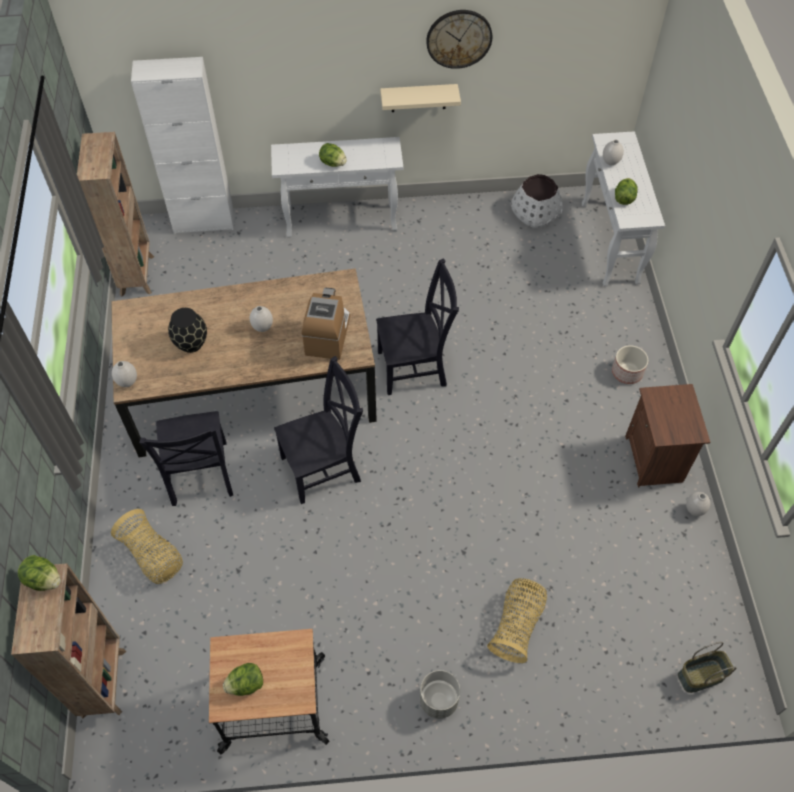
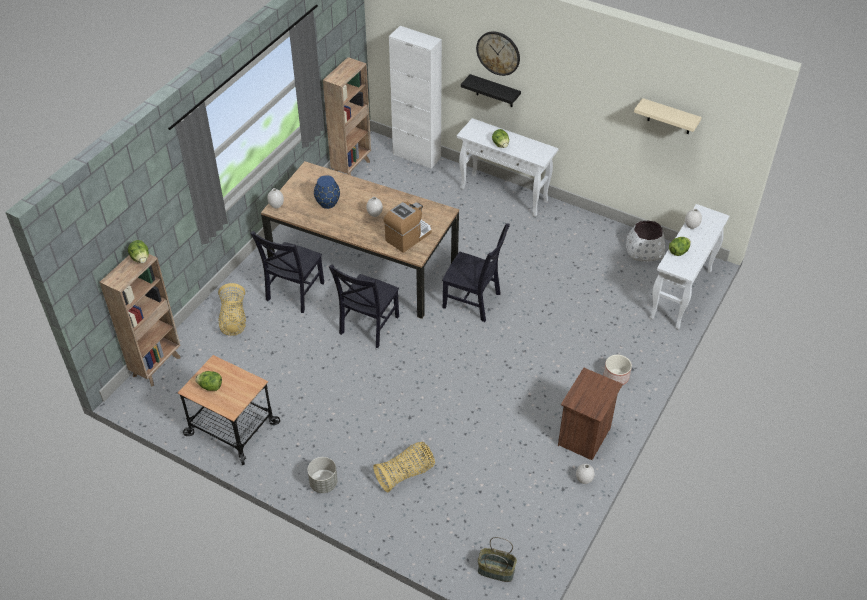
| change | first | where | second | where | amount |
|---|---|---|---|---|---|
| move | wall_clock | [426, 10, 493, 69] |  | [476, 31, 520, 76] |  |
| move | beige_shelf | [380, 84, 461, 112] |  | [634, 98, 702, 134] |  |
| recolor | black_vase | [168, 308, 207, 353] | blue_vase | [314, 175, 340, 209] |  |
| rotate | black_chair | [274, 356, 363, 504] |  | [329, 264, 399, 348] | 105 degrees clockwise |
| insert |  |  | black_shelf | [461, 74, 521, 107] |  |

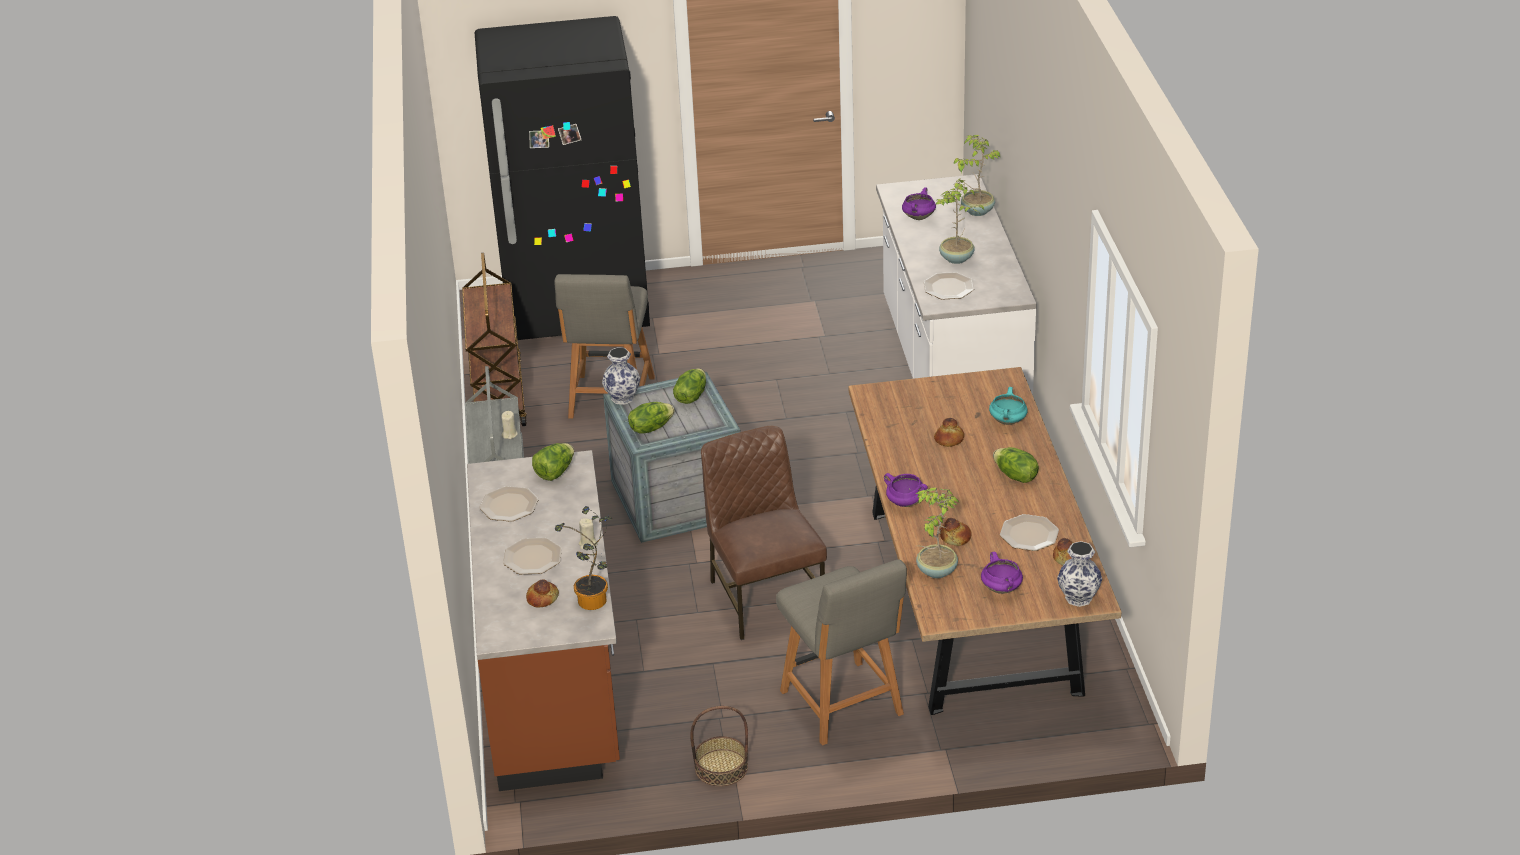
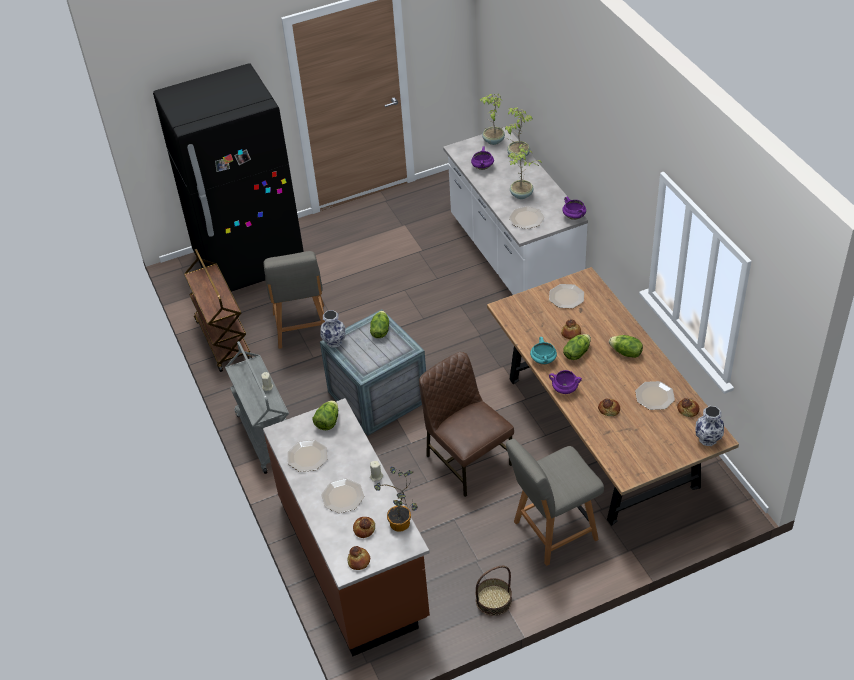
| change | first | where | second | where | amount |
|---|---|---|---|---|---|
| move | turquoise_cooking_pot | [989, 387, 1028, 425] |  | [530, 337, 557, 365] |  |
| move | lettuce | [628, 402, 675, 433] |  | [563, 334, 591, 360] |  |
| move | potted_plant | [916, 487, 959, 578] |  | [480, 94, 505, 145] |  |
| move | purple_cooking_pot | [981, 552, 1023, 594] |  | [562, 197, 586, 220] |  |
| rotate | grey_chair | [776, 559, 907, 745] |  | [506, 439, 604, 566] | 105 degrees clockwise |
| insert |  |  | plate | [549, 284, 584, 308] |  |
| insert |  |  | bread | [348, 546, 370, 570] |  |

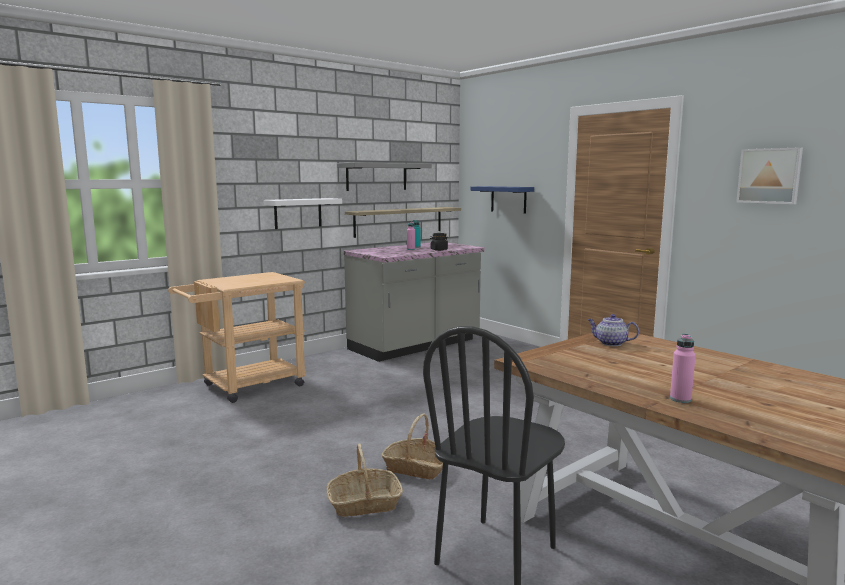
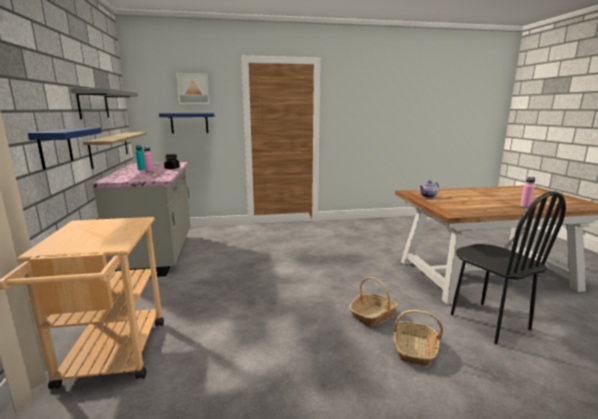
| change | first | where | second | where | amount |
|---|---|---|---|---|---|
| move | picture | [736, 147, 803, 204] |  | [177, 73, 210, 104] |  |
| recolor | white_shelf | [263, 198, 342, 229] | blue_shelf | [28, 128, 102, 170] |  |

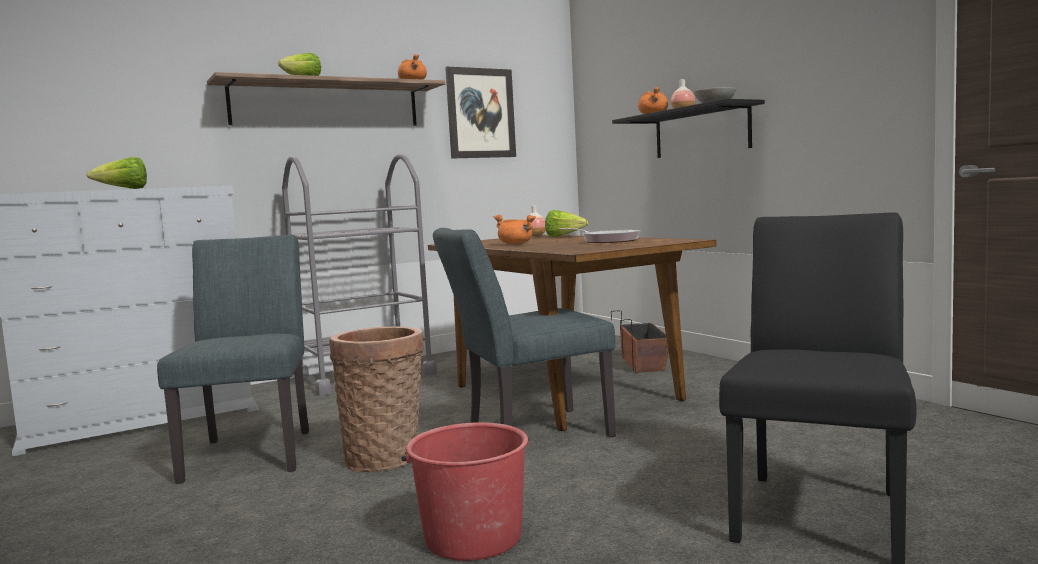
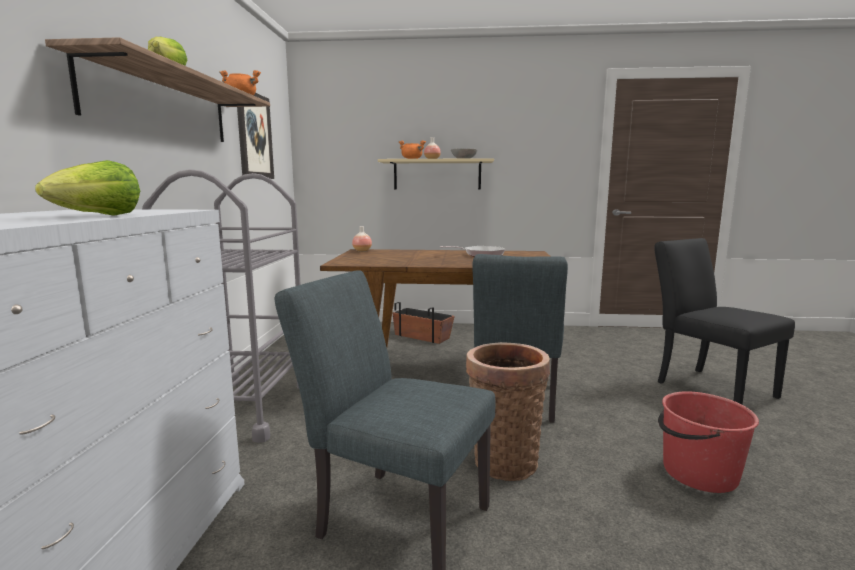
| change | first | where | second | where | amount |
|---|---|---|---|---|---|
| recolor | black_shelf | [612, 99, 765, 158] | beige_shelf | [378, 158, 494, 190] |  |
| delete | lettuce | [545, 210, 588, 237] |  |  |  |
| delete | orange_cooking_pot | [494, 214, 536, 244] |  |  |  |

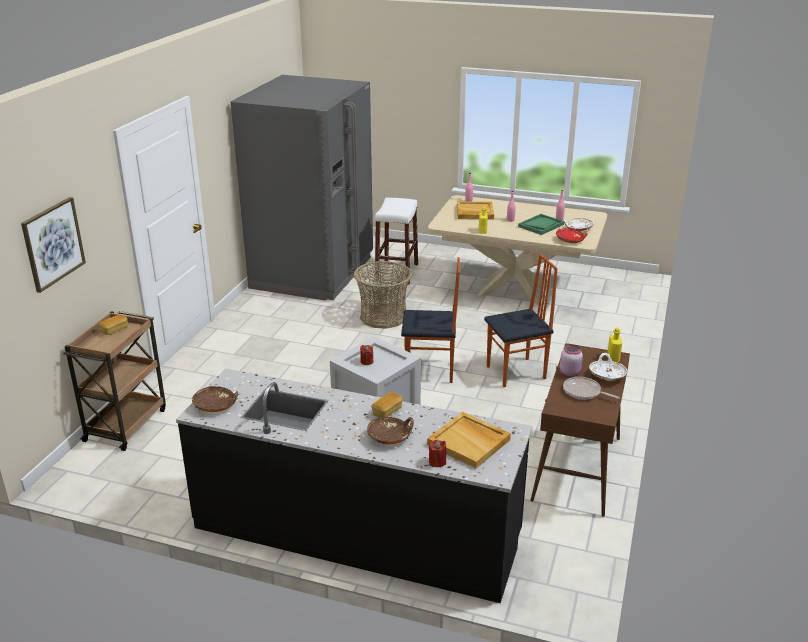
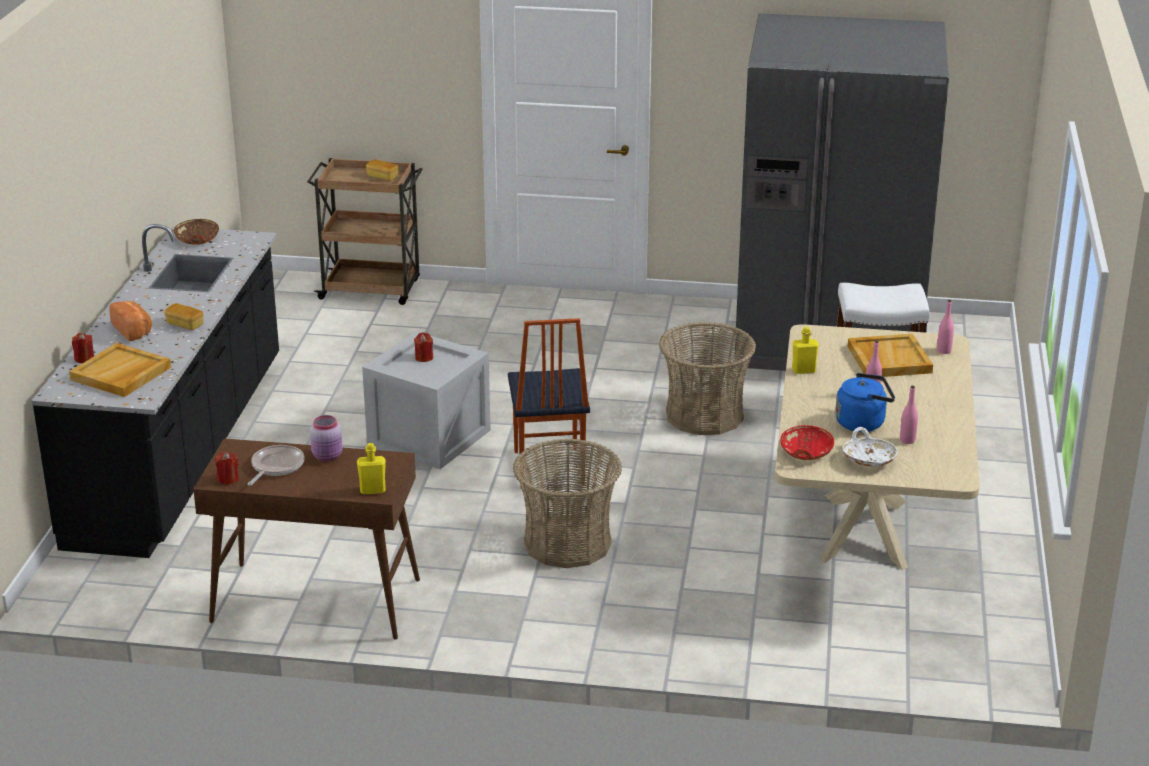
| change | first | where | second | where | amount |
|---|---|---|---|---|---|
| delete | picture | [21, 197, 86, 293] |  |  |  |
| replace | green_tray | [518, 214, 564, 235] | blue_kettle | [835, 373, 895, 432] |  |
| replace | chair | [484, 254, 558, 387] | basket | [513, 439, 622, 568] |  |
| delete | white_bowl | [589, 353, 627, 381] |  |  |  |
| replace | brown_bowl | [367, 417, 414, 444] | bread | [109, 301, 152, 341] |  |
| insert |  |  | red_candle | [215, 451, 239, 485] |  |

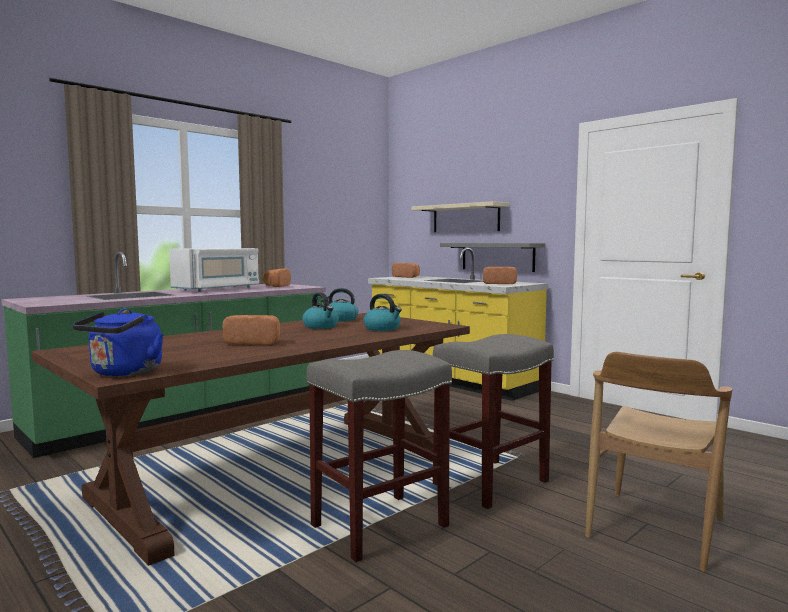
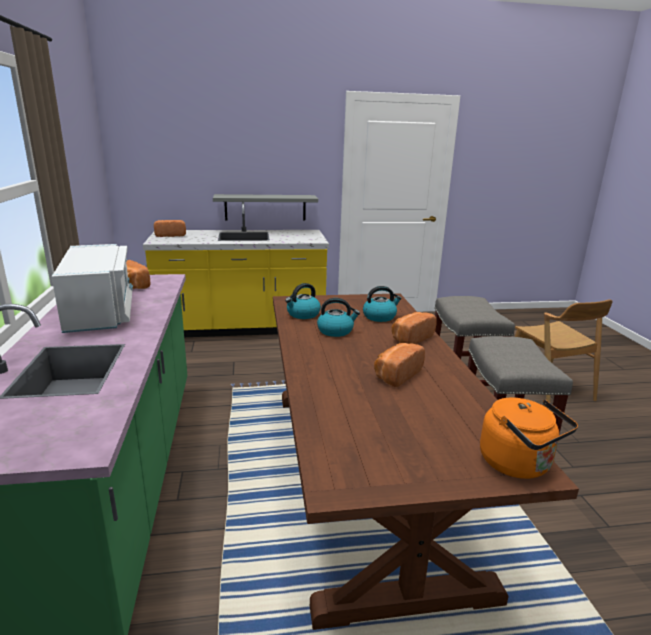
| change | first | where | second | where | amount |
|---|---|---|---|---|---|
| delete | beige_shelf | [411, 201, 509, 232] |  |  |  |
| move | bread | [483, 267, 517, 284] |  | [392, 312, 437, 344] |  |
| recolor | blue_kettle | [73, 309, 164, 377] | orange_kettle | [480, 397, 578, 479] |  |

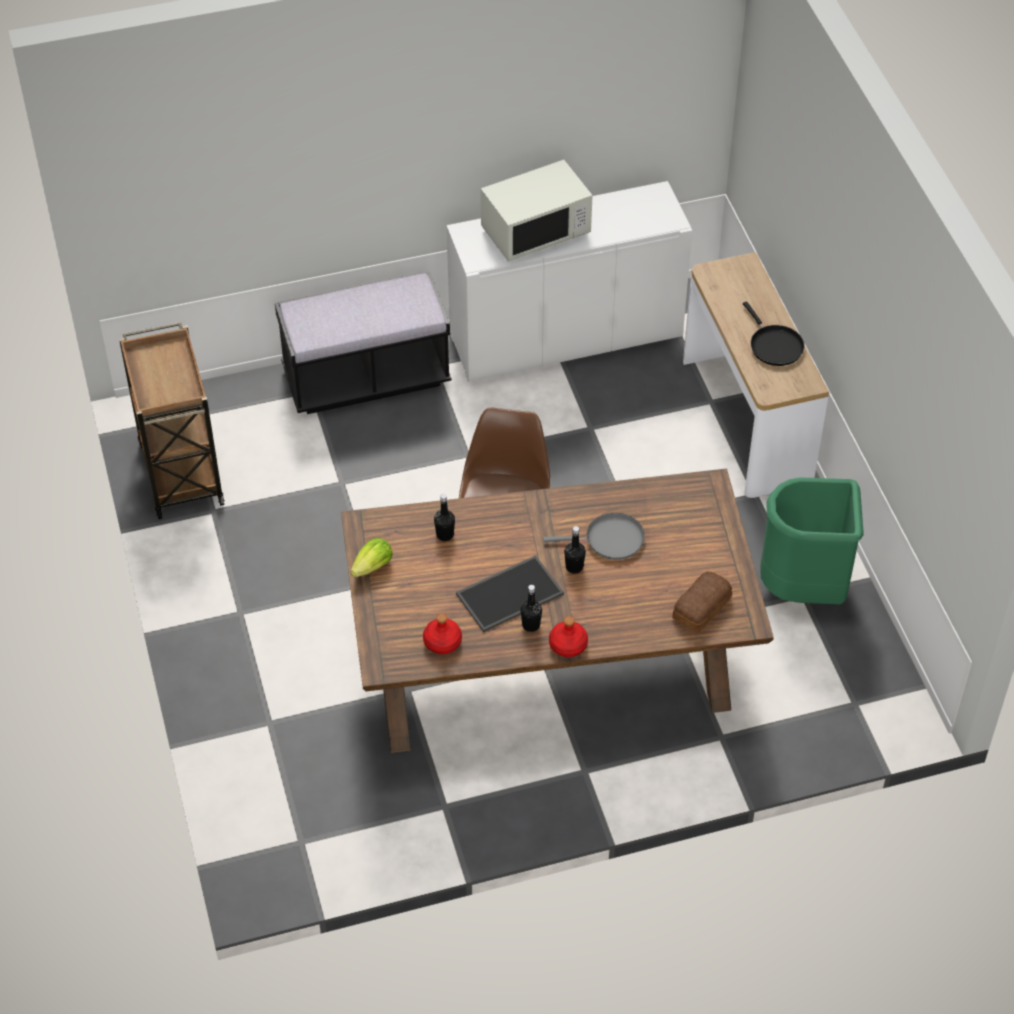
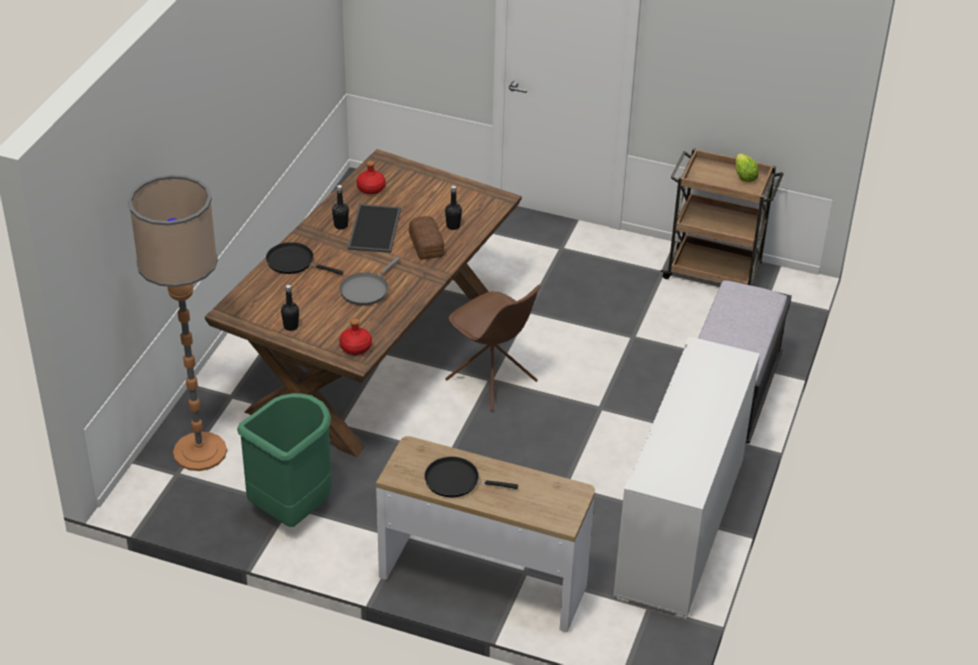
| change | first | where | second | where | amount |
|---|---|---|---|---|---|
| delete | white_microwave | [481, 160, 593, 262] |  |  |  |
| move | black_bottle | [564, 526, 586, 574] |  | [281, 285, 299, 331] |  |
| move | lettuce | [351, 538, 393, 577] |  | [736, 153, 759, 182] |  |
| move | bread | [672, 572, 732, 633] |  | [409, 216, 445, 260] |  |
| move | red_bottle | [549, 616, 588, 657] |  | [339, 318, 372, 355] |  |
| insert |  |  | floor_lamp | [128, 174, 227, 471] |  |
| insert |  |  | black_frying_pan | [266, 242, 344, 275] |  |

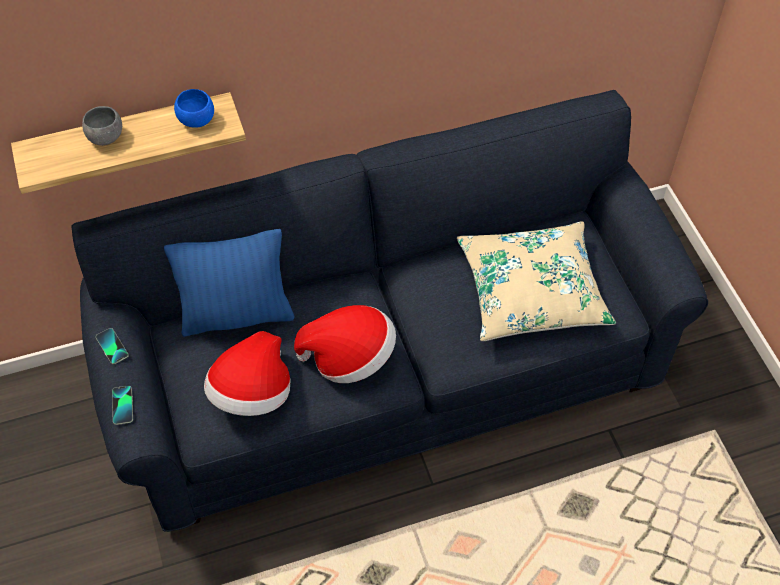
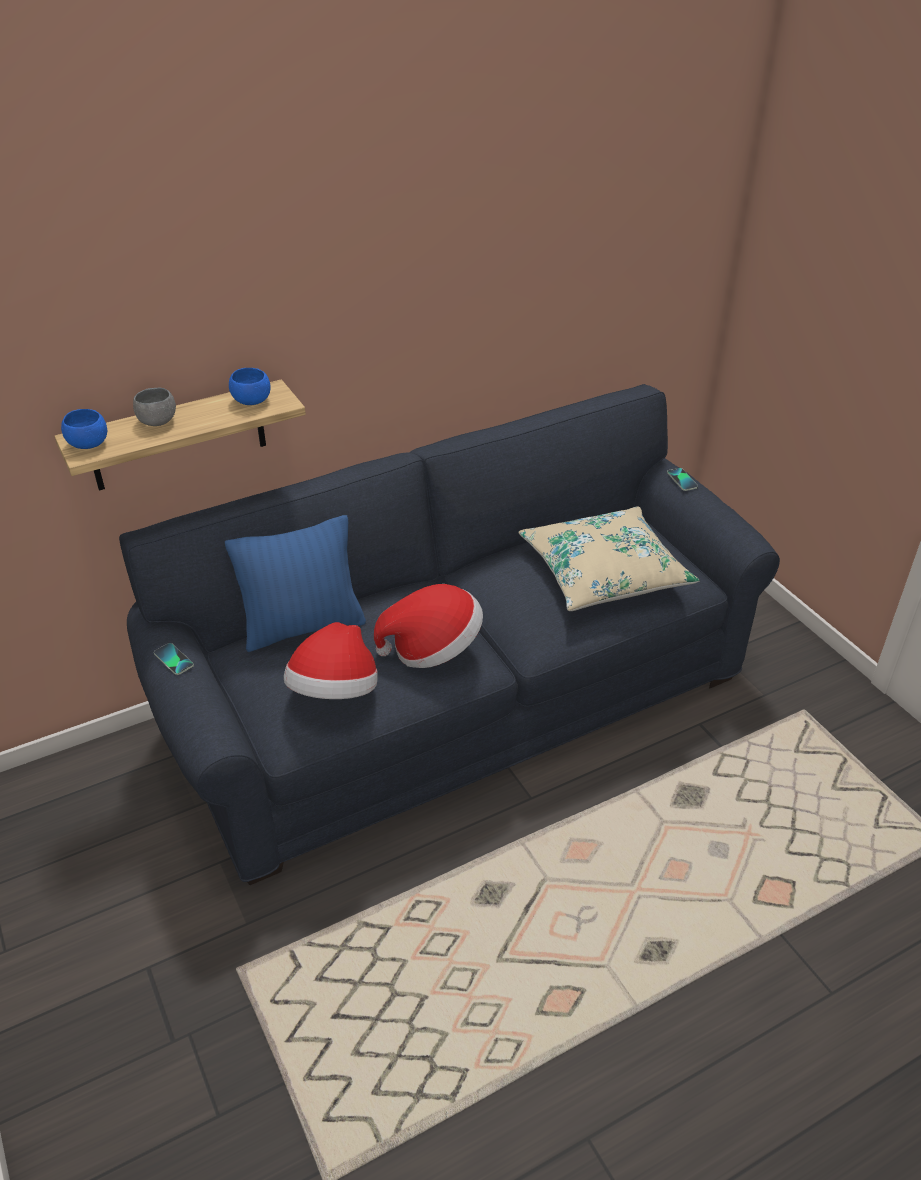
| change | first | where | second | where | amount |
|---|---|---|---|---|---|
| move | phone | [112, 386, 133, 425] |  | [667, 468, 698, 491] |  |
| insert |  |  | blue_bowl | [61, 409, 107, 449] |  |

